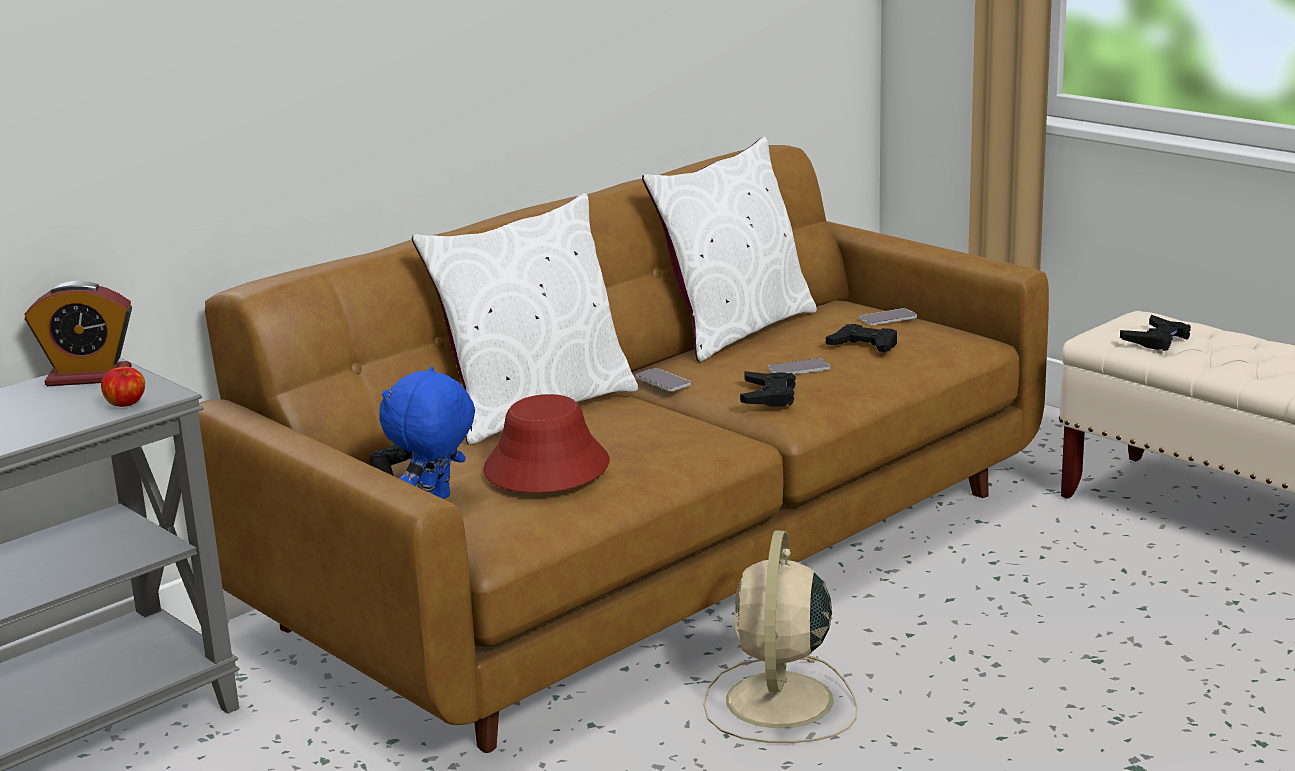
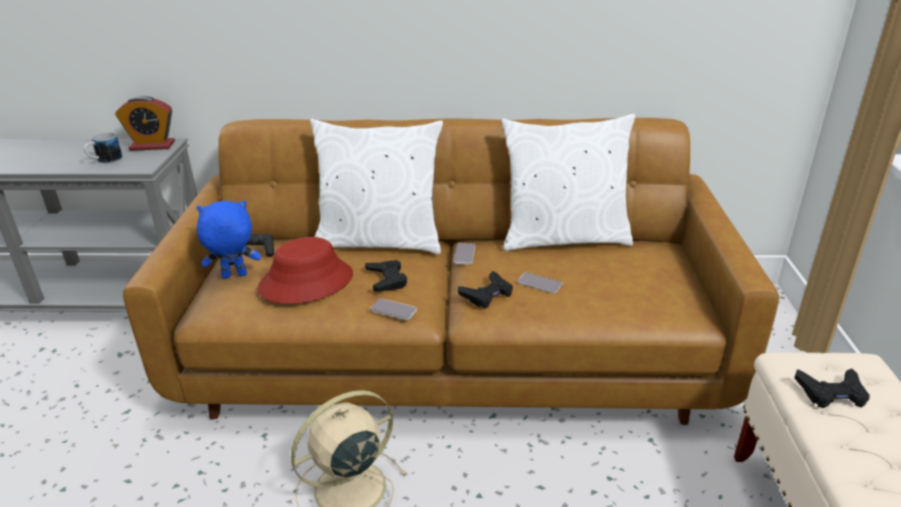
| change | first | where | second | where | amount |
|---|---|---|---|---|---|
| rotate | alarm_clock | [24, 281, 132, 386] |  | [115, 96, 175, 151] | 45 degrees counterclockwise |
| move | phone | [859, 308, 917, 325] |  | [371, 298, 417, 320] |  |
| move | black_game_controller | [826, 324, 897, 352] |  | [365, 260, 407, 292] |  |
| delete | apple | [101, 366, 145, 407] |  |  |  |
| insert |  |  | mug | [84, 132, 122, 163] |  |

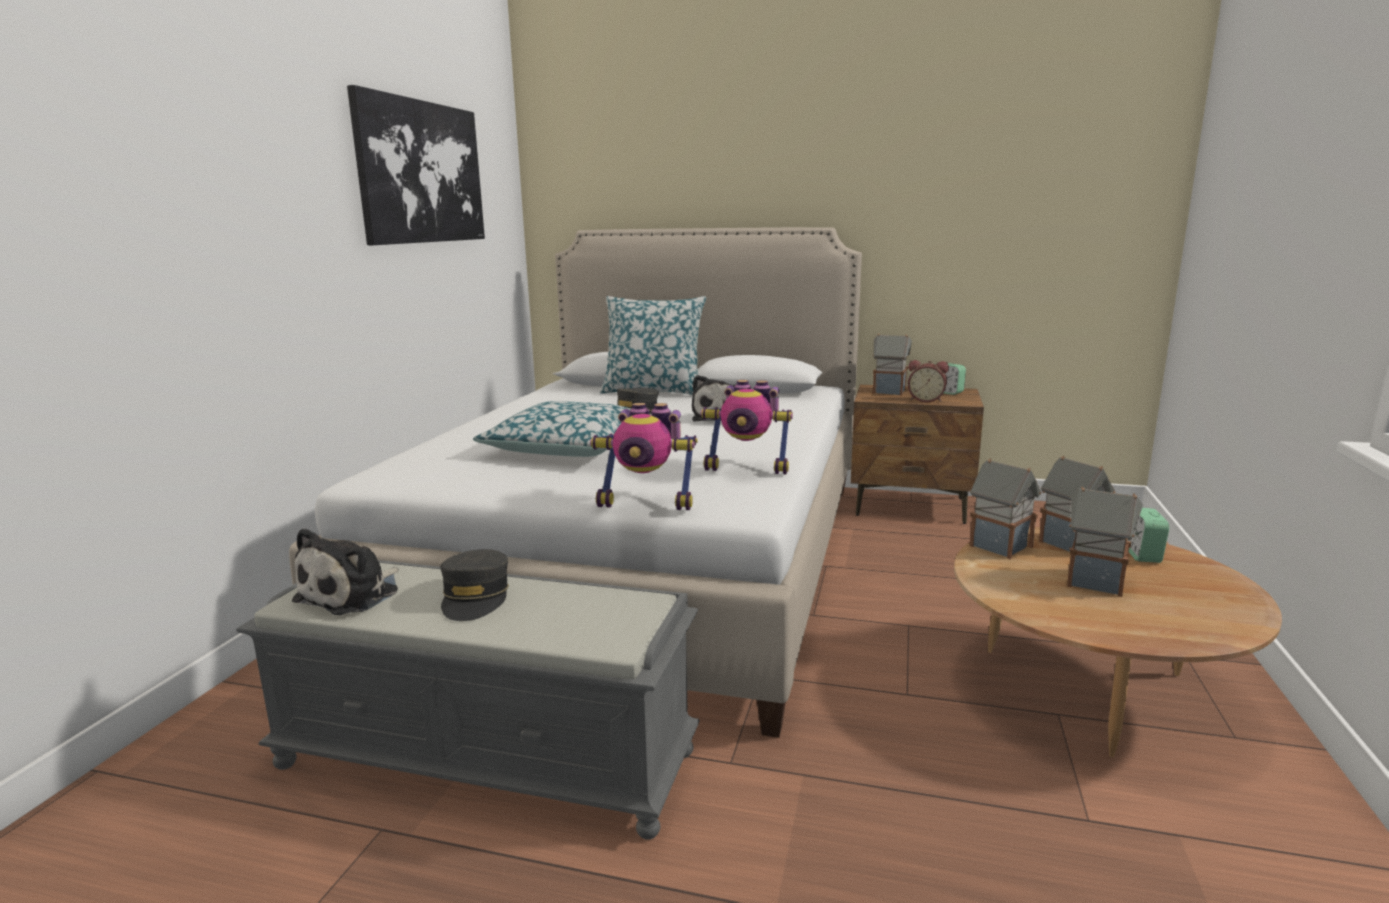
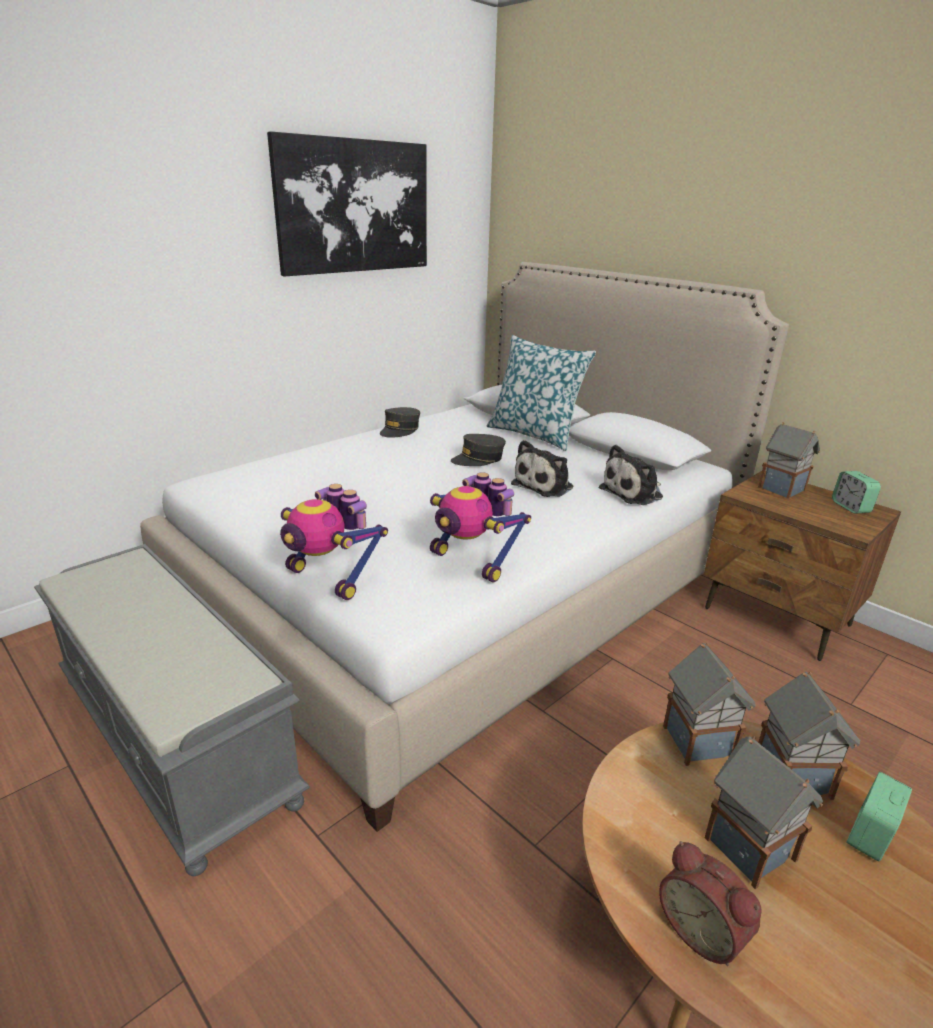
| change | first | where | second | where | amount |
|---|---|---|---|---|---|
| move | alarm_clock | [908, 360, 949, 402] |  | [659, 841, 762, 966] |  |
| delete | pillow | [473, 401, 652, 457] |  |  |  |
| move | plush_toy | [292, 528, 399, 615] |  | [599, 445, 663, 505] |  |
| move | grey_cap | [440, 549, 509, 621] |  | [380, 407, 420, 438] |  |

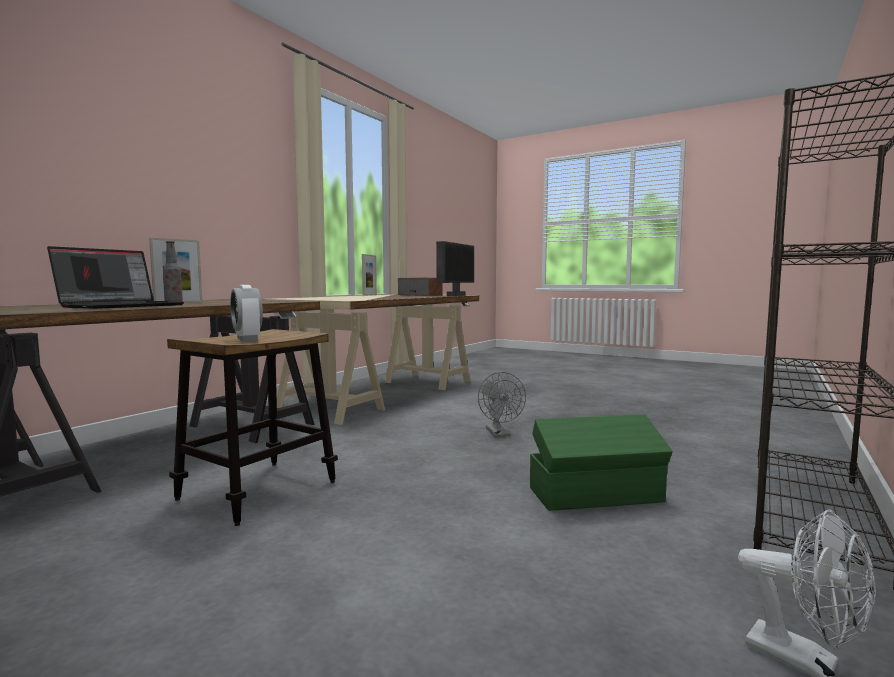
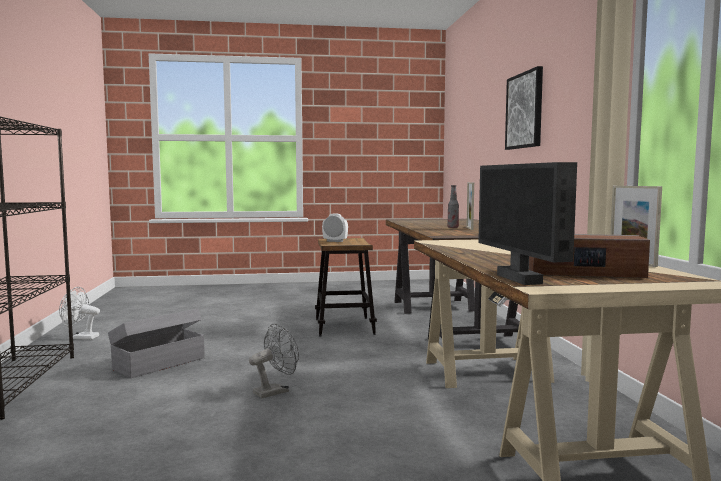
| change | first | where | second | where | amount |
|---|---|---|---|---|---|
| delete | laptop | [47, 246, 184, 309] |  |  |  |
| rotate | grey_fan | [478, 372, 526, 437] |  | [249, 323, 299, 398] | 105 degrees clockwise |
| recolor | green_storage_box | [530, 415, 673, 511] | grey_storage_box | [108, 308, 205, 378] |  |
| insert |  |  | picture | [505, 66, 543, 150] |  |

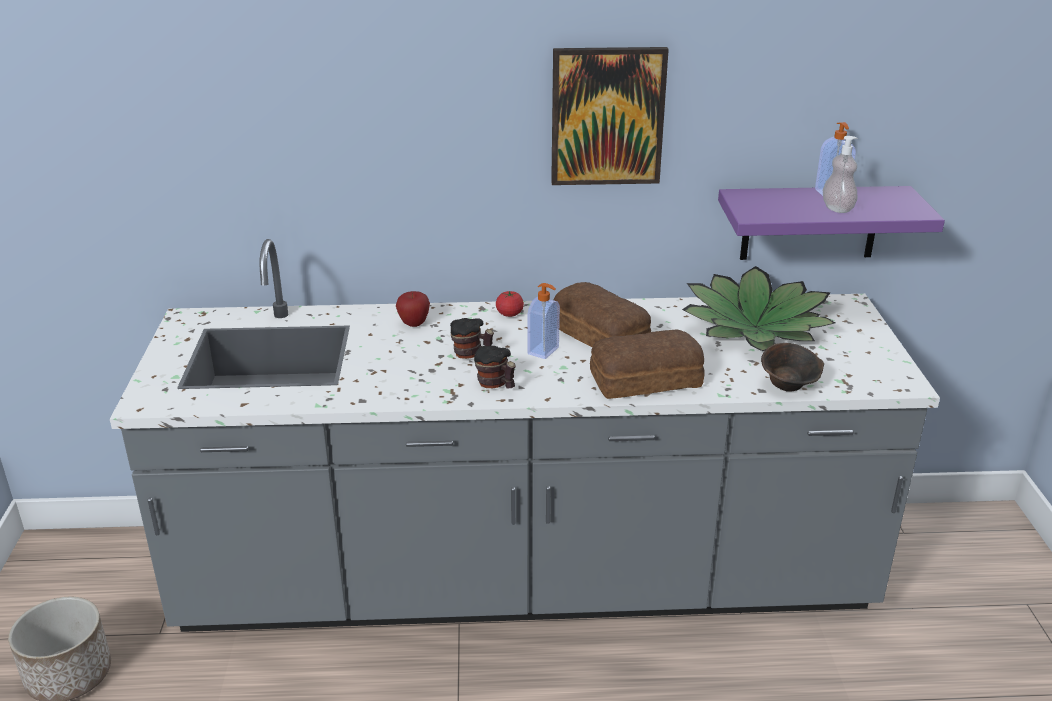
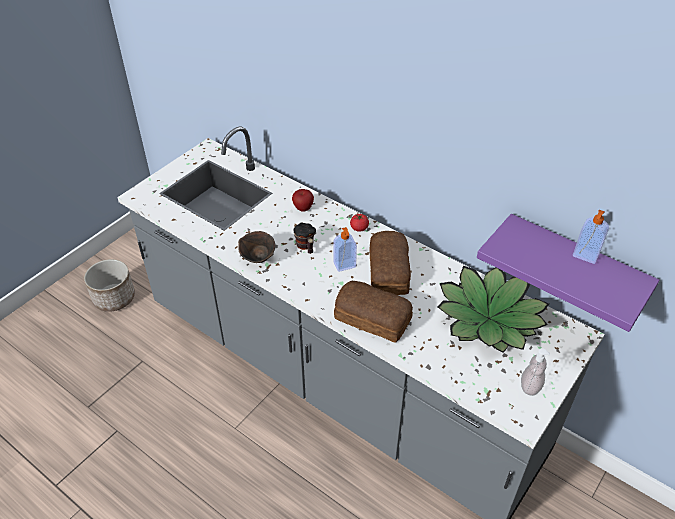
| change | first | where | second | where | amount |
|---|---|---|---|---|---|
| delete | picture | [551, 47, 669, 185] |  |  |  |
| move | soap_dispenser | [823, 136, 857, 213] |  | [521, 348, 550, 396] |  |
| move | brown_bowl | [761, 343, 824, 392] |  | [238, 231, 275, 263] |  |
| delete | mug | [474, 346, 516, 388] |  |  |  |

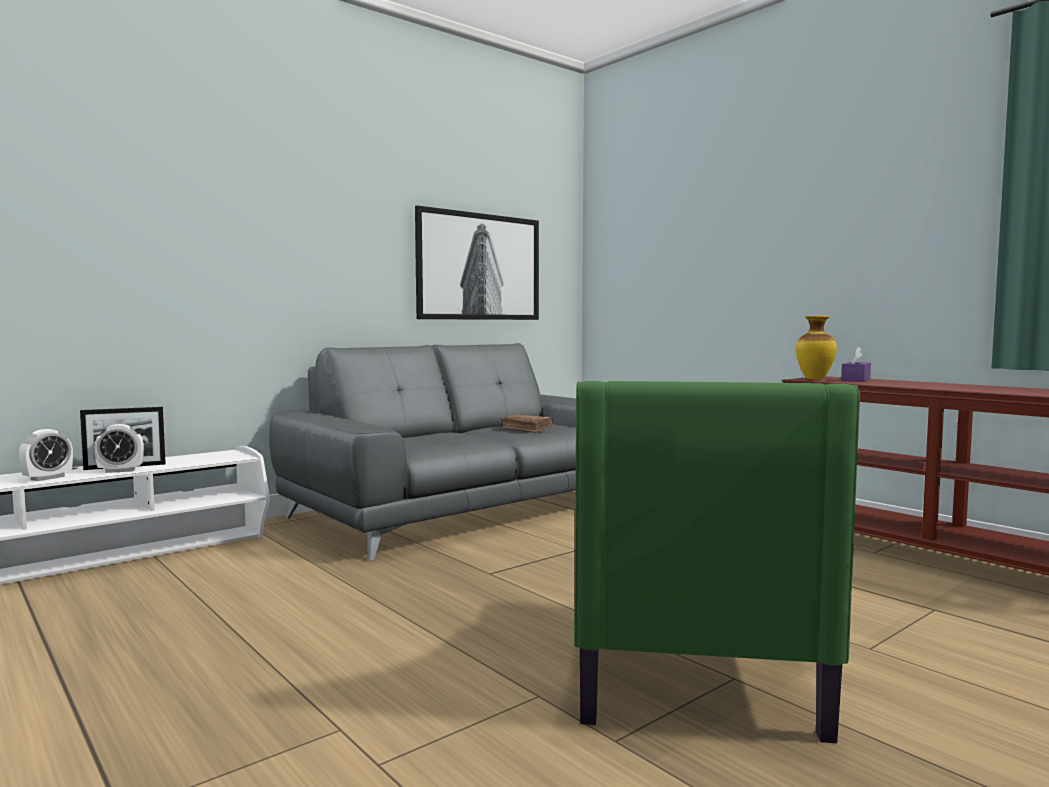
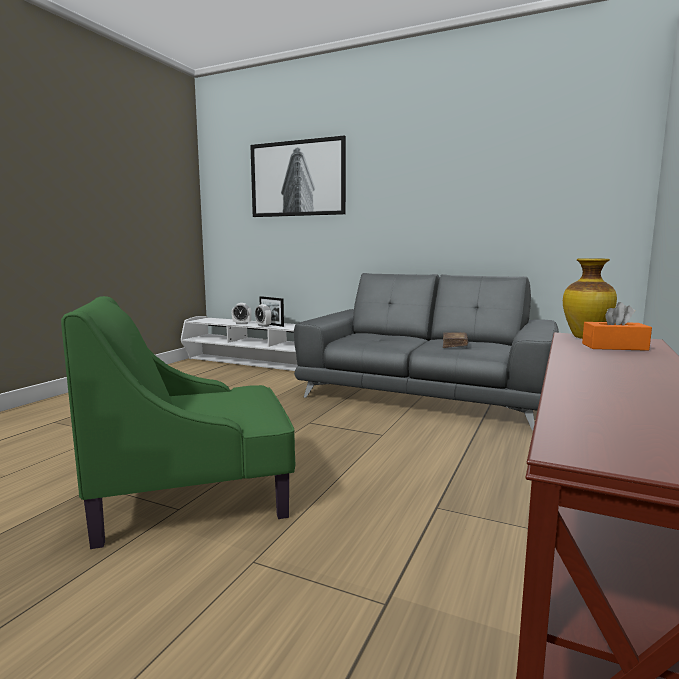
| change | first | where | second | where | amount |
|---|---|---|---|---|---|
| move | picture | [415, 205, 539, 320] |  | [250, 135, 346, 217] |  |
| recolor | purple_tissue_box | [841, 347, 871, 382] | orange_tissue_box | [582, 302, 652, 351] |  |

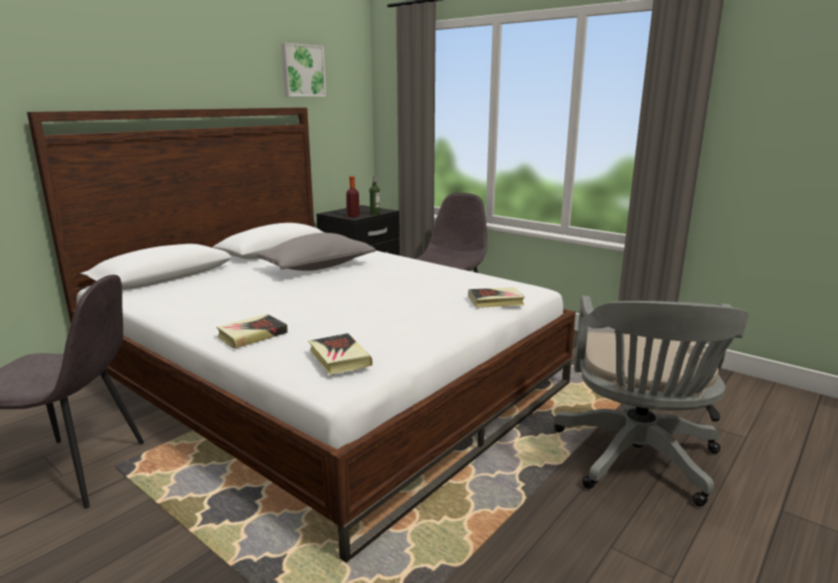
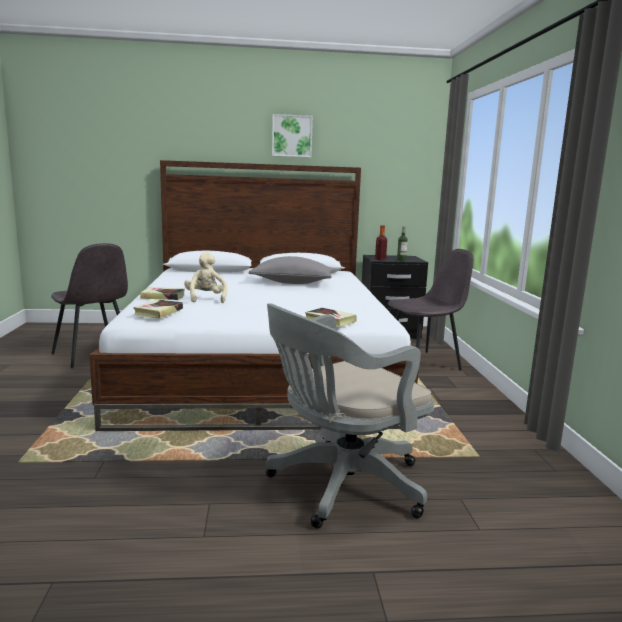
| change | first | where | second | where | amount |
|---|---|---|---|---|---|
| move | picture | [281, 43, 326, 97] |  | [272, 114, 313, 158] |  |
| insert |  |  | beige_plush_toy | [184, 252, 228, 303] |  |

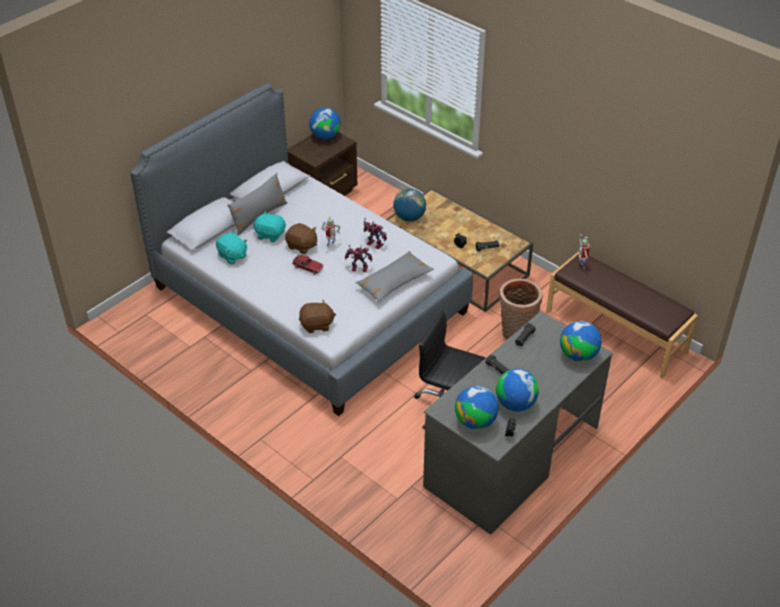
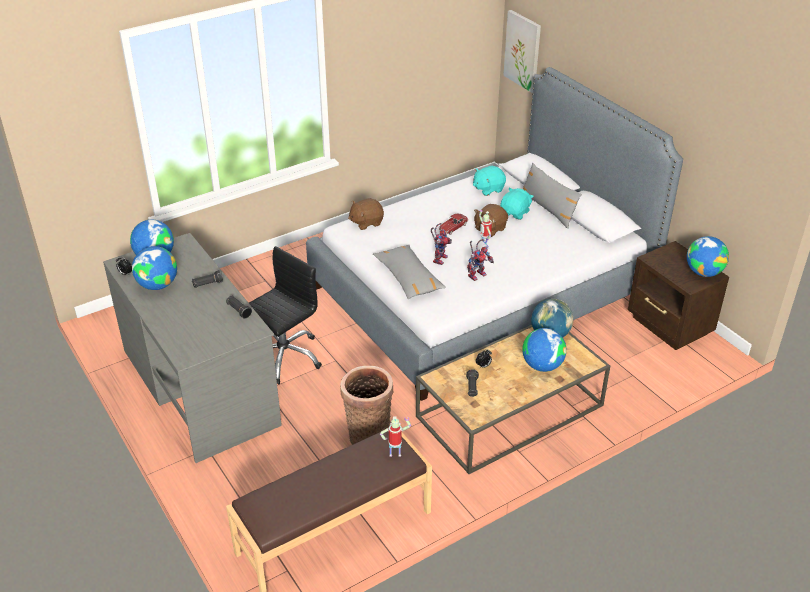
| change | first | where | second | where | amount |
|---|---|---|---|---|---|
| rotate | brown_plush_toy | [299, 300, 336, 333] |  | [348, 198, 384, 230] | 60 degrees clockwise |
| move | globe | [560, 321, 602, 362] |  | [522, 328, 567, 372] |  |
| insert |  |  | picture | [503, 10, 541, 93] |  |

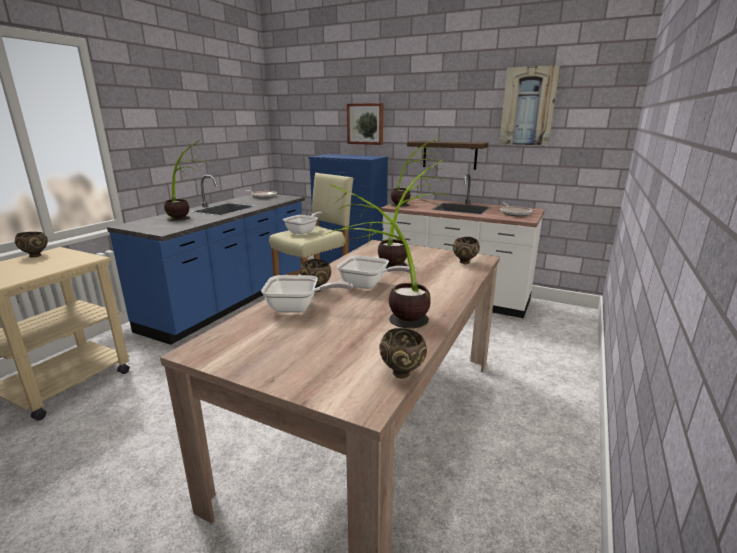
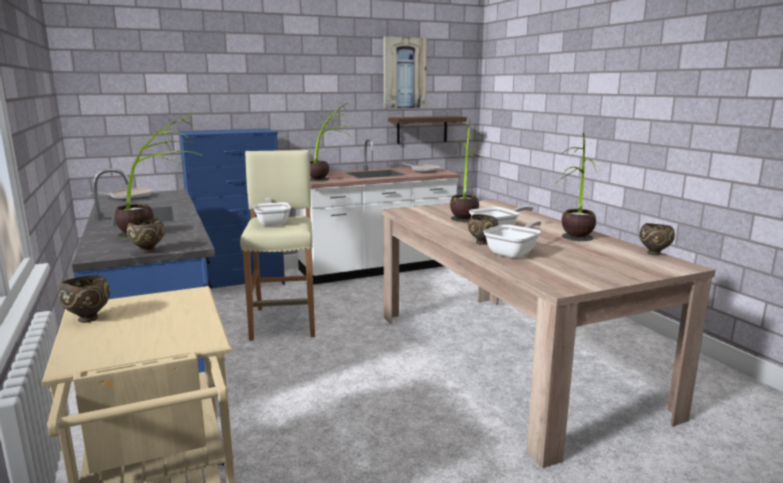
| change | first | where | second | where | amount |
|---|---|---|---|---|---|
| delete | picture | [347, 103, 383, 145] |  |  |  |
| move | shelf | [407, 141, 488, 170] |  | [388, 116, 467, 144] |  |
| move | brown_bowl | [453, 237, 480, 264] |  | [127, 217, 165, 253] |  |

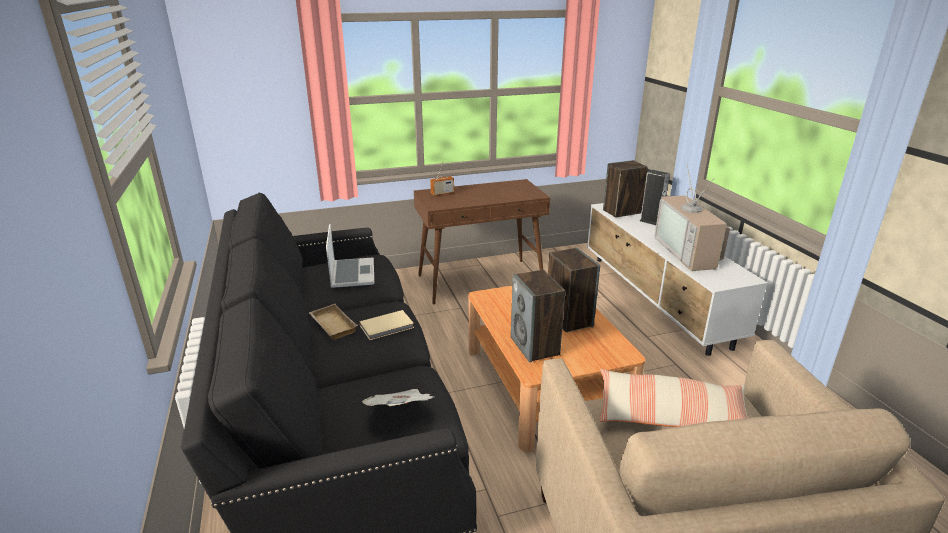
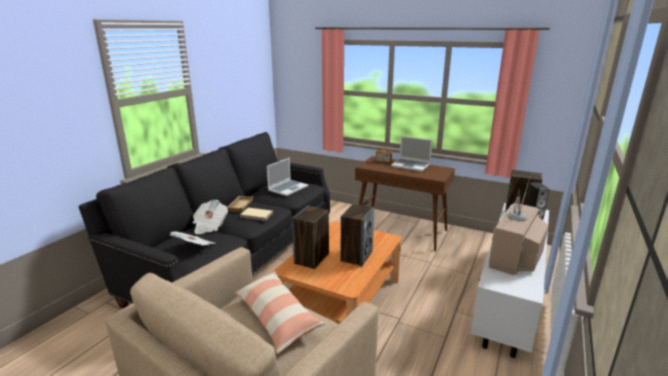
| change | first | where | second | where | amount |
|---|---|---|---|---|---|
| insert |  |  | laptop | [391, 136, 432, 172] |  |
| insert |  |  | newspaper | [193, 200, 228, 234] |  |

